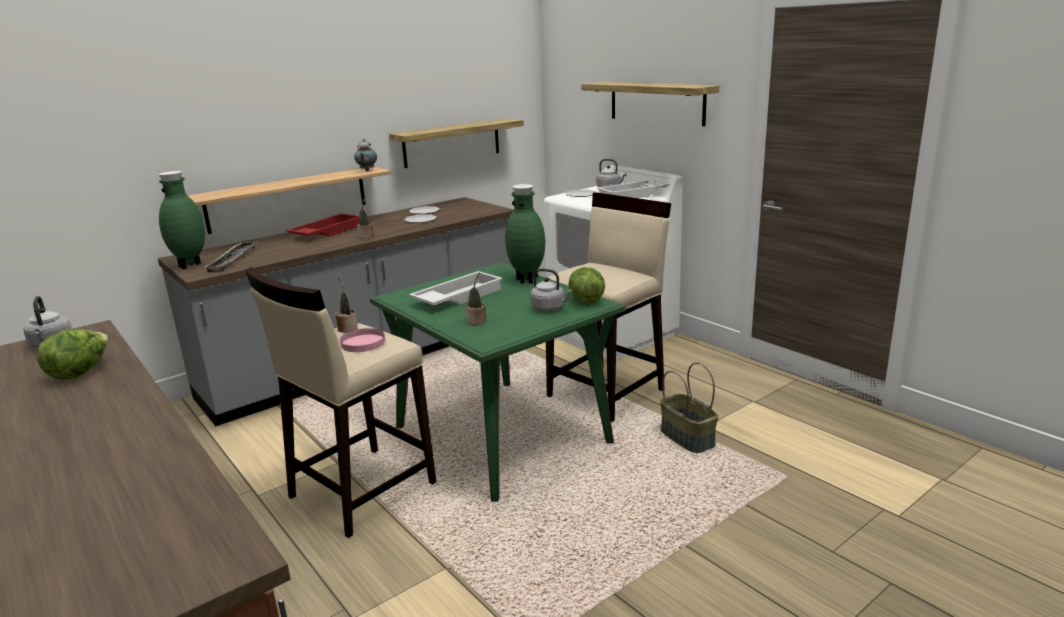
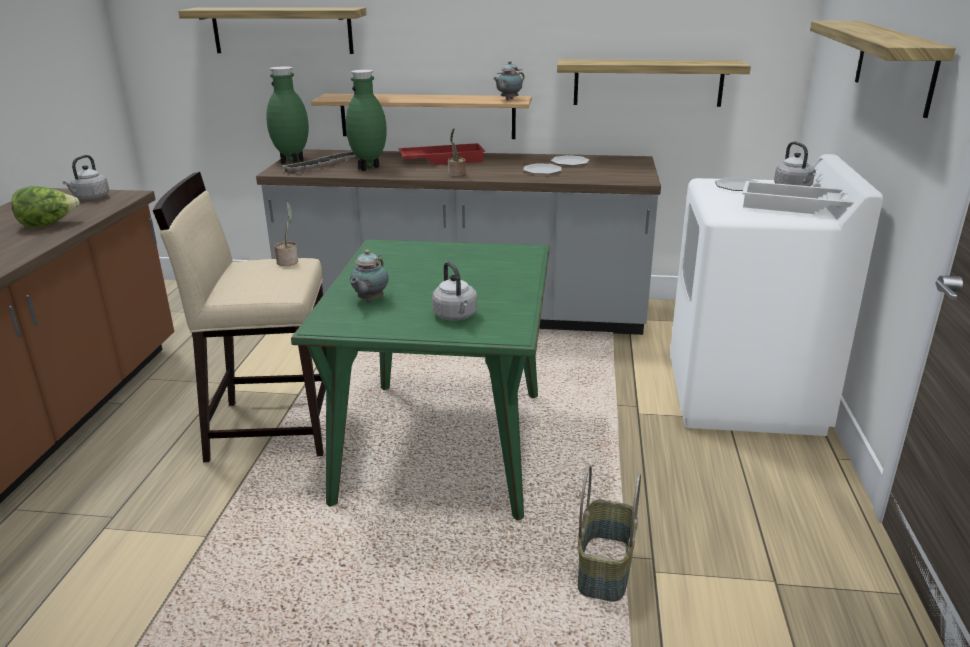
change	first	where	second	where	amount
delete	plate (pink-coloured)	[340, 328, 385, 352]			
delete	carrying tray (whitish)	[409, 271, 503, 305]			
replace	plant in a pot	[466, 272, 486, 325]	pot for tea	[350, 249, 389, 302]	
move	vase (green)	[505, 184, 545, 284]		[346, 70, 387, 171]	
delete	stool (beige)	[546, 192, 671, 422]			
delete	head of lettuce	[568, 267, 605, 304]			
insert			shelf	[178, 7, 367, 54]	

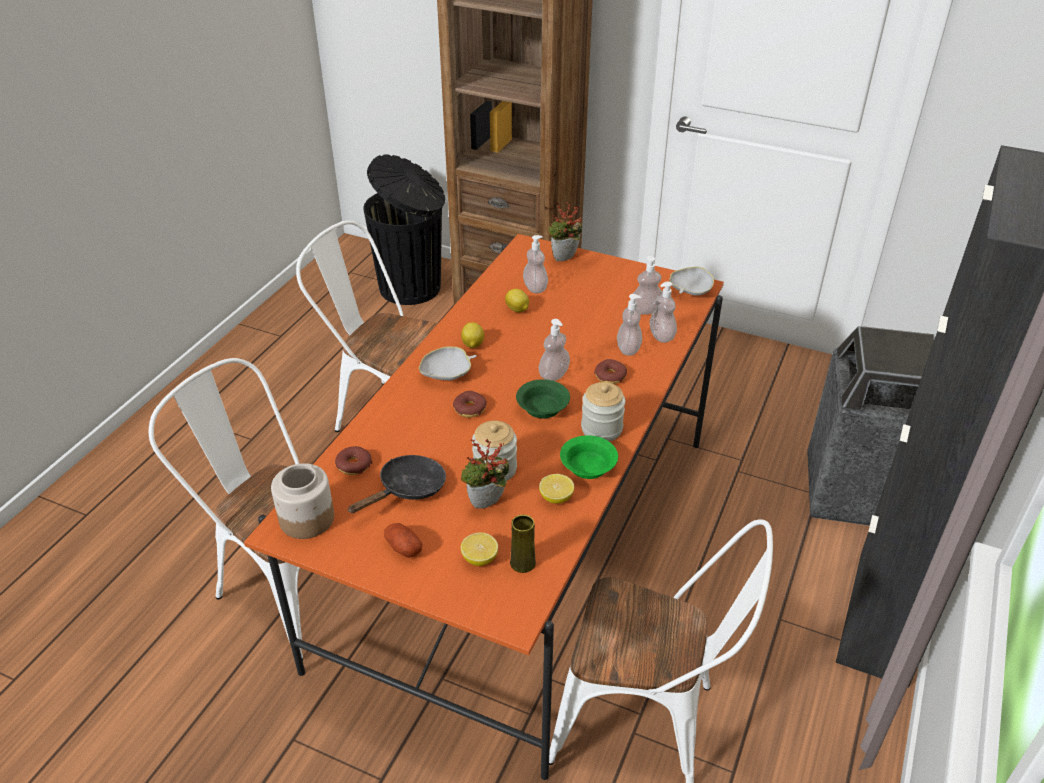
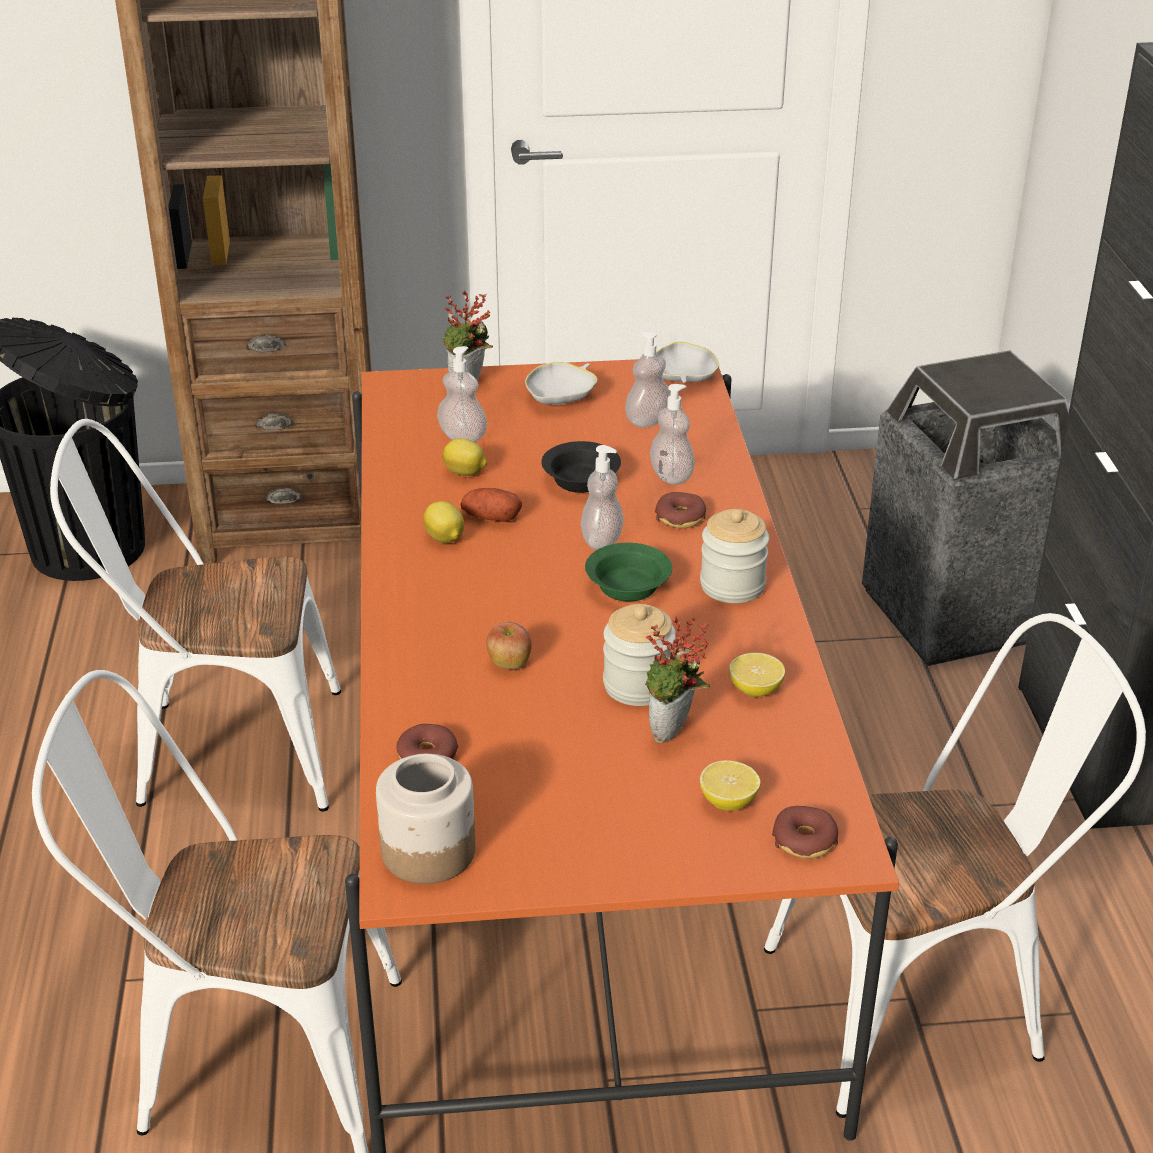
change	first	where	second	where	amount
delete	skillet (black-coloured)	[347, 455, 446, 513]			
move	potato	[384, 523, 422, 558]		[461, 488, 522, 522]	
move	bowl (whitish)	[419, 347, 477, 380]		[525, 362, 597, 405]	
move	doughnut	[453, 391, 487, 418]		[772, 806, 838, 859]	
delete	vase (yellow-coloured)	[510, 515, 536, 573]			
delete	bowl (green)	[560, 435, 618, 479]			
delete	soap dispenser	[650, 282, 677, 343]			
insert			apple	[486, 622, 532, 669]	
insert			bowl (black-coloured)	[541, 441, 621, 493]	

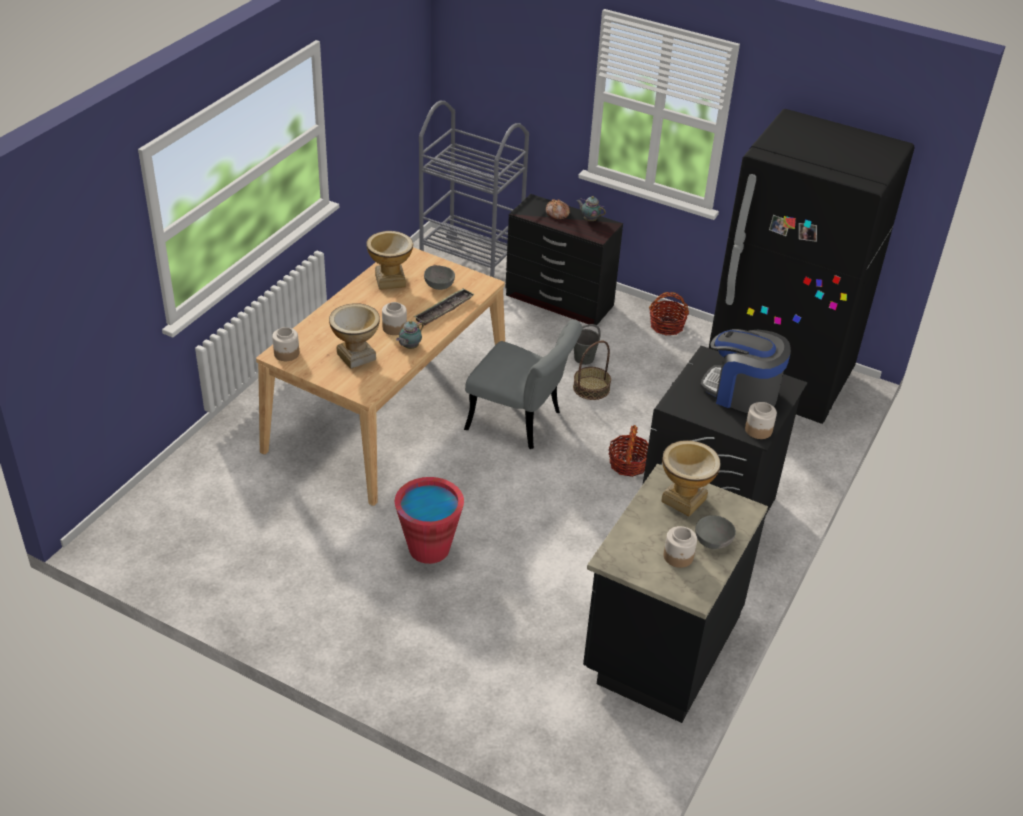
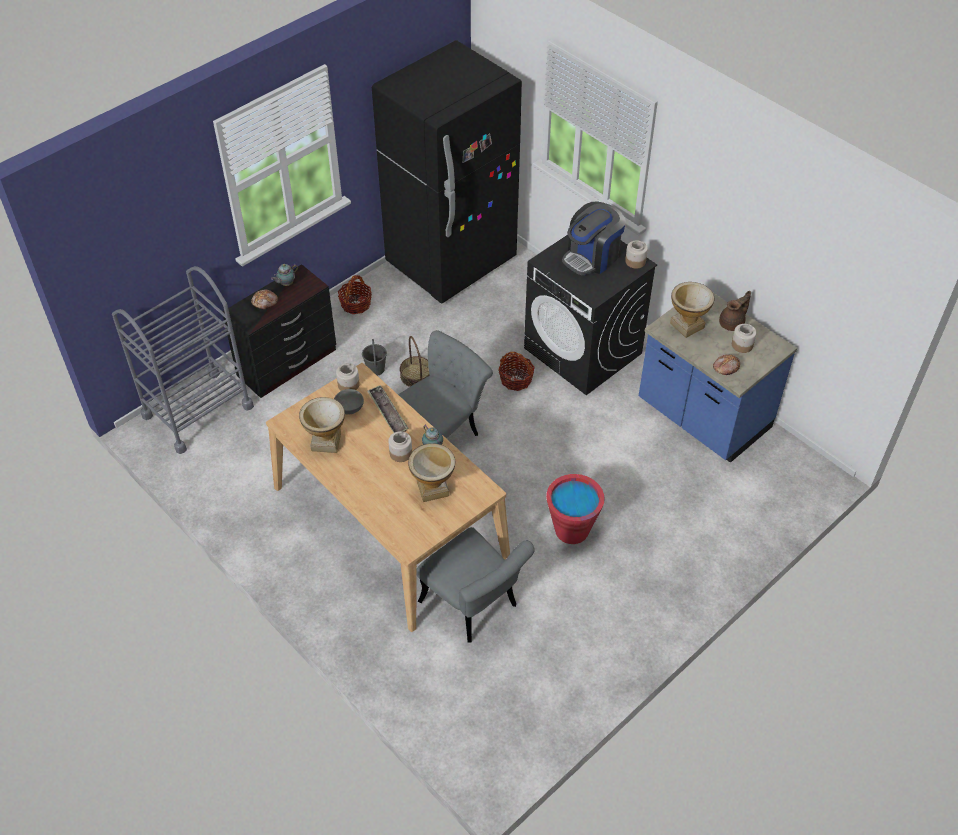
change	first	where	second	where	amount
move	preserve jar	[272, 327, 299, 361]		[336, 363, 360, 391]	
recolor	kitchen counter (black-coloured)	[583, 464, 768, 723]	kitchen counter (bluish)	[639, 292, 797, 463]	
replace	bowl (gray)	[695, 515, 736, 549]	pot for tea (brown-coloured)	[719, 291, 751, 331]	
insert			upright chair (gray)	[417, 527, 535, 643]	
insert			baked bread	[713, 354, 740, 375]	

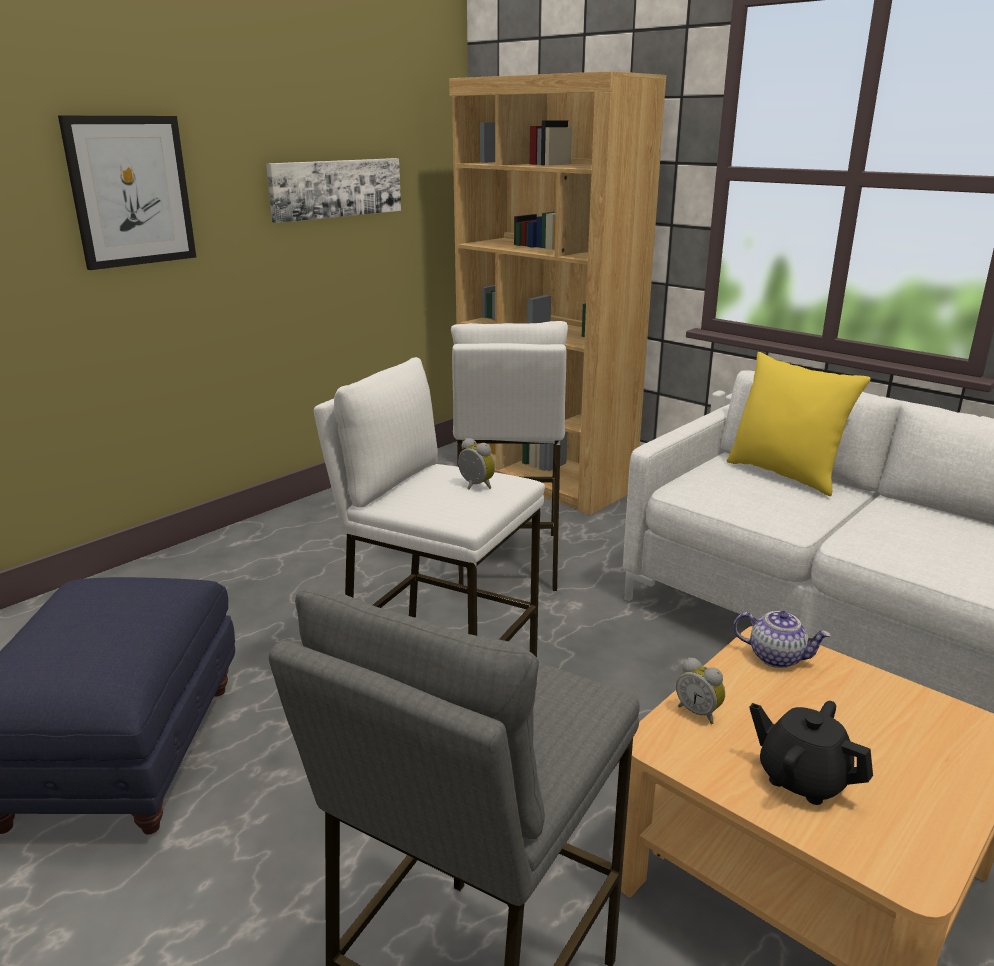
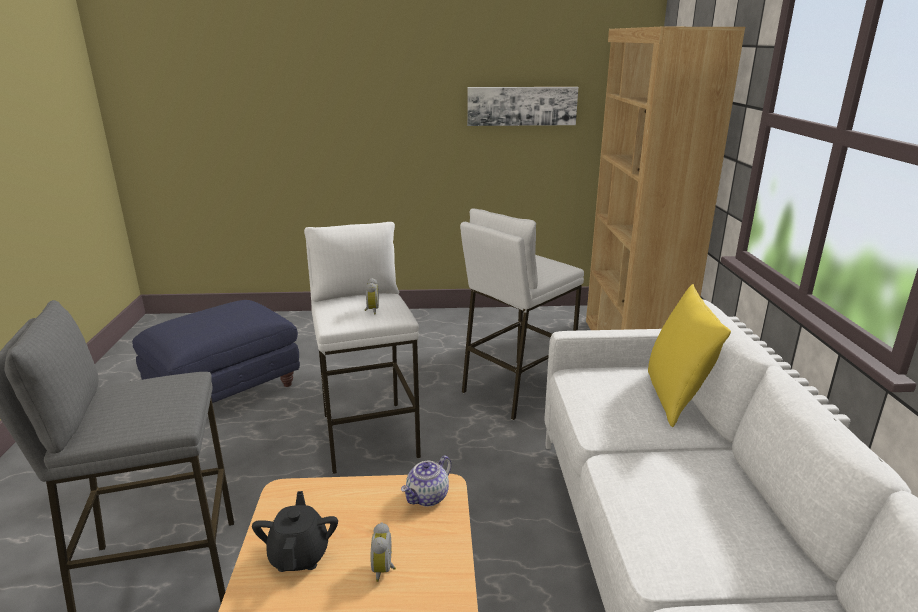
change	first	where	second	where	amount
delete	picture	[58, 116, 196, 270]			
move	bedside clock	[676, 658, 725, 724]		[371, 522, 396, 582]	
rotate	pot for tea	[733, 611, 831, 668]		[401, 456, 452, 507]	60 degrees clockwise

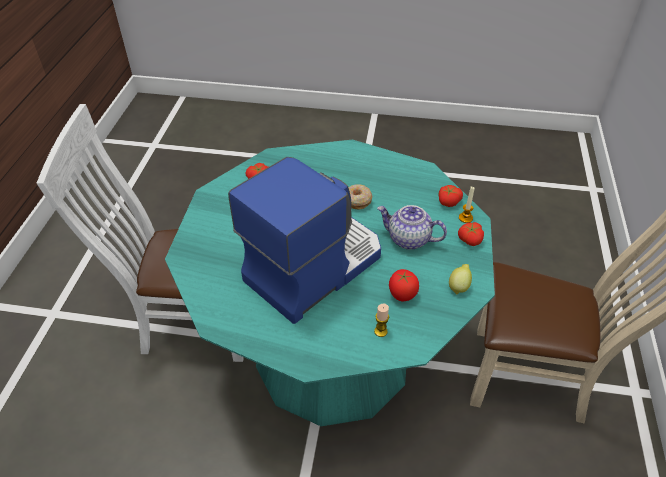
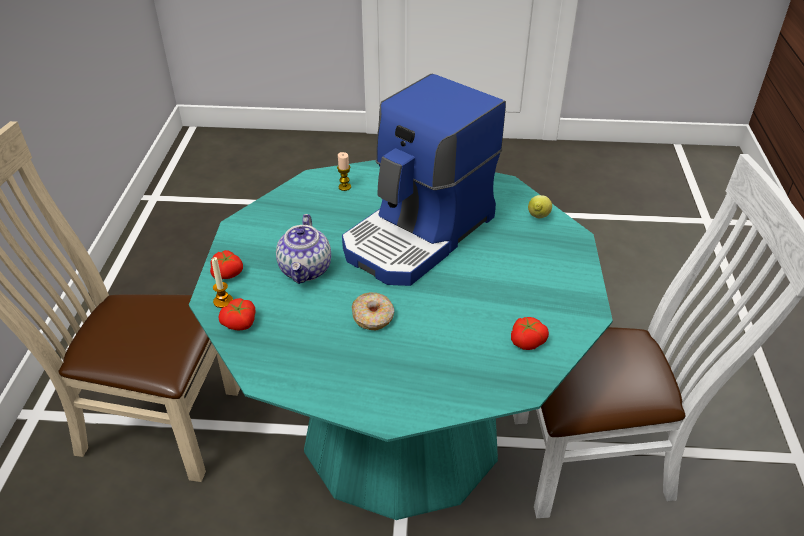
change	first	where	second	where	amount
rotate	pot for tea	[377, 205, 447, 250]		[276, 214, 331, 284]	75 degrees clockwise
delete	whole tomato	[389, 269, 419, 301]			
move	lemon	[449, 264, 472, 295]		[528, 195, 552, 218]	

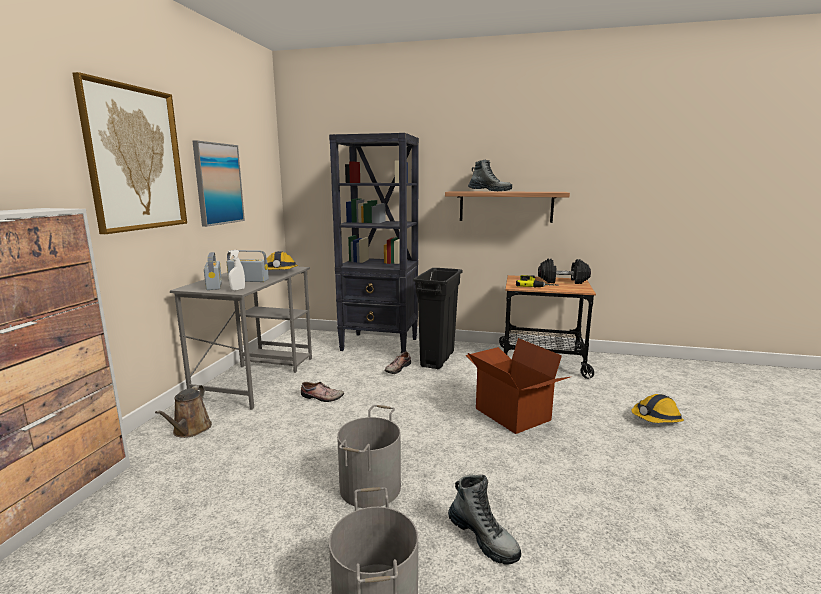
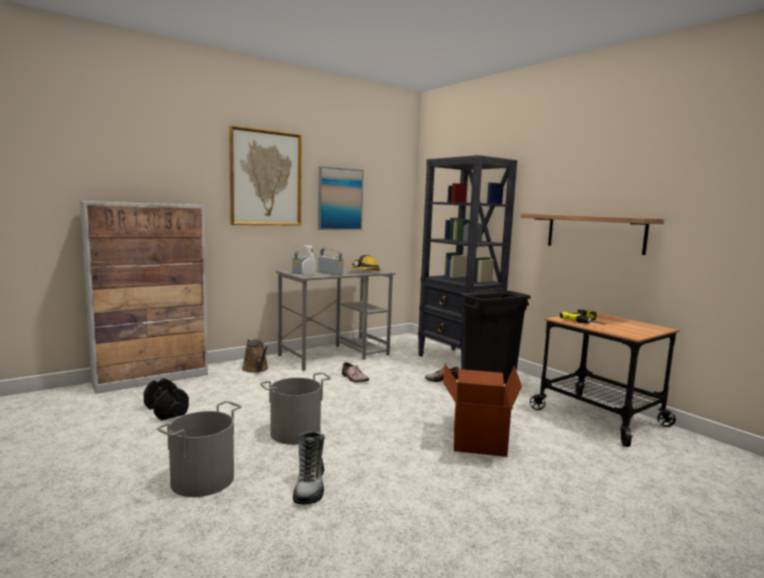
change	first	where	second	where	amount
rotate	watering pot (brown-coloured)	[155, 385, 212, 438]		[242, 339, 268, 373]	75 degrees counterclockwise
delete	high-top boot	[468, 160, 512, 191]			
move	free weight (black-coloured)	[538, 259, 591, 284]		[144, 378, 189, 420]	
delete	work helmet	[631, 394, 684, 423]			

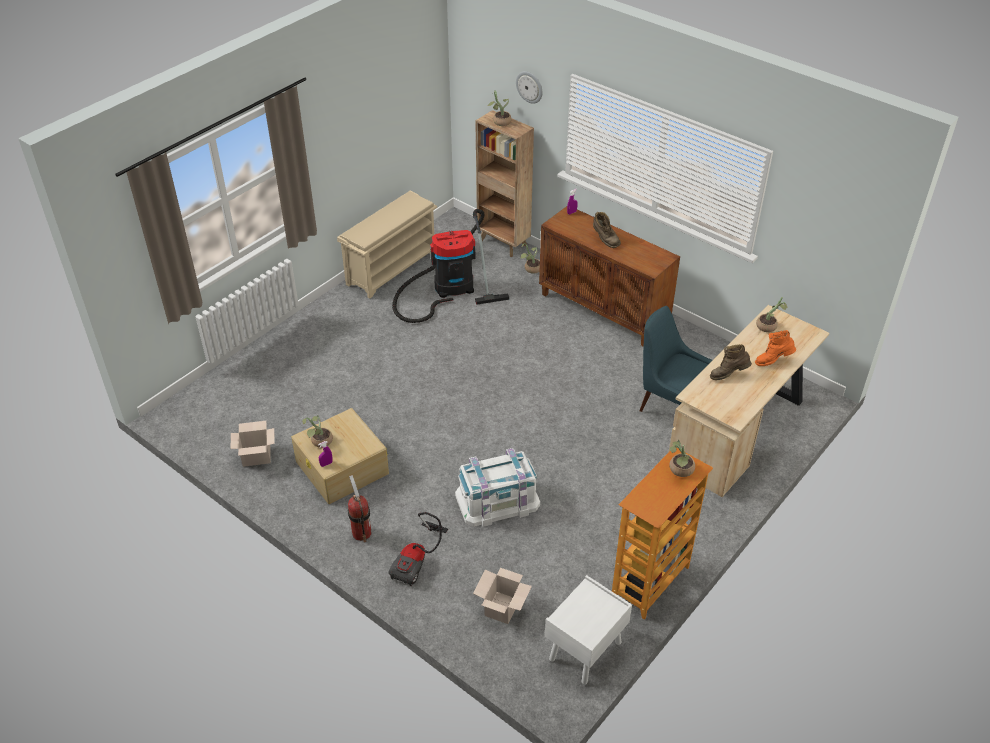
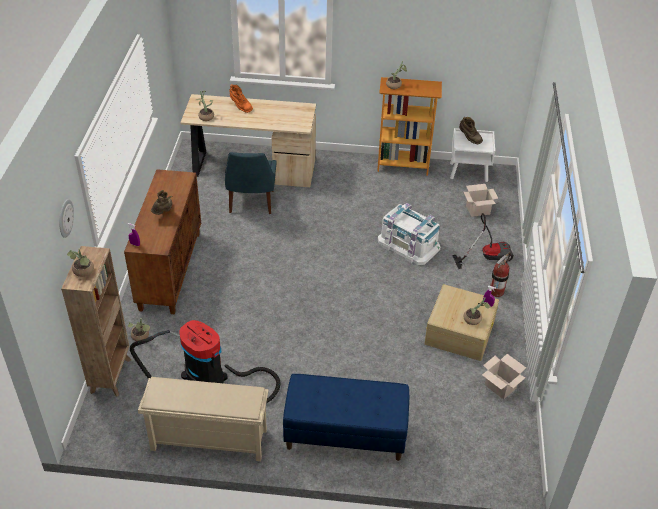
change	first	where	second	where	amount
move	high-top boot (brown-coloured)	[710, 344, 752, 380]		[459, 117, 483, 144]	
insert			indoor bench (bluish)	[283, 374, 409, 461]	

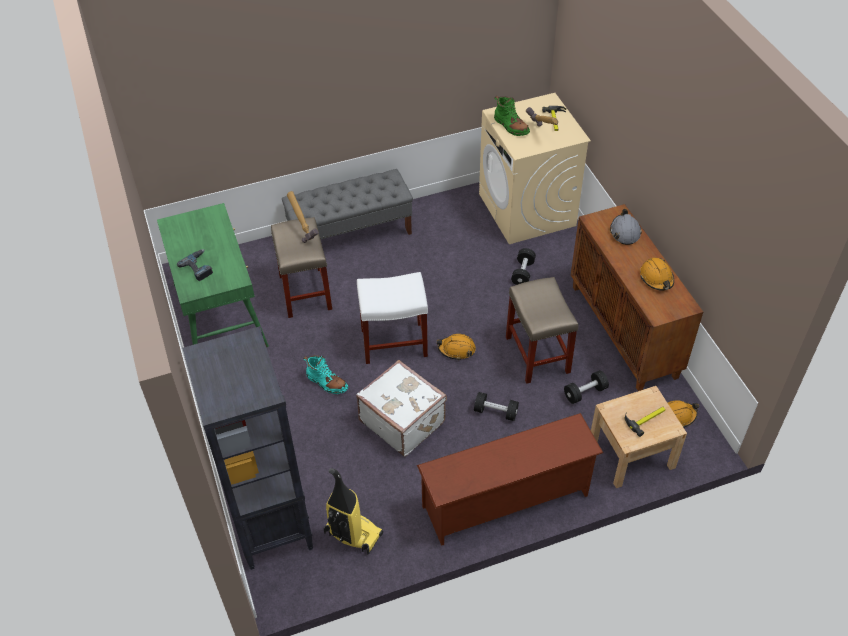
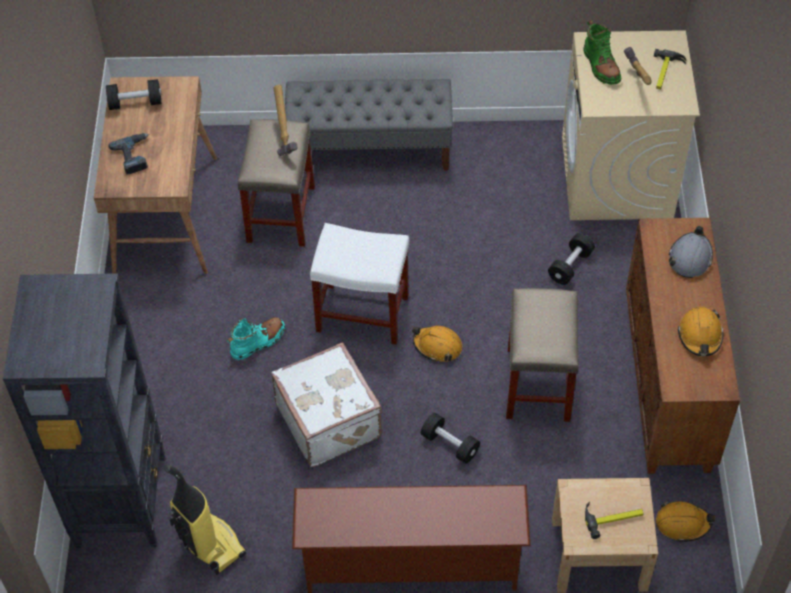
change	first	where	second	where	amount
recolor	desk table (green)	[157, 203, 269, 347]	desk table (brown-coloured)	[94, 76, 217, 274]	
rotate	high-top boot (turquoise)	[303, 355, 348, 394]		[227, 317, 285, 360]	90 degrees counterclockwise
move	free weight (black-coloured)	[564, 370, 609, 404]		[106, 79, 161, 110]	

